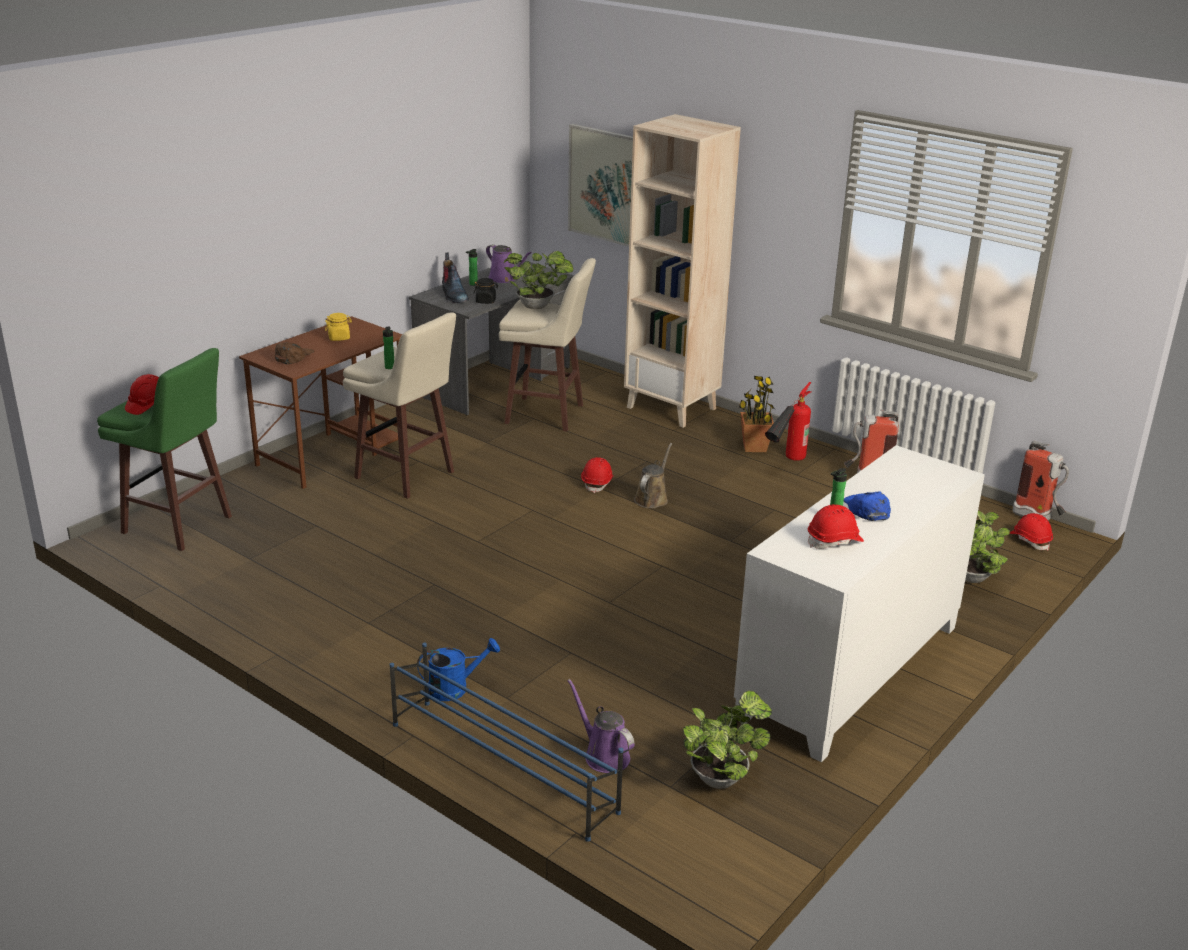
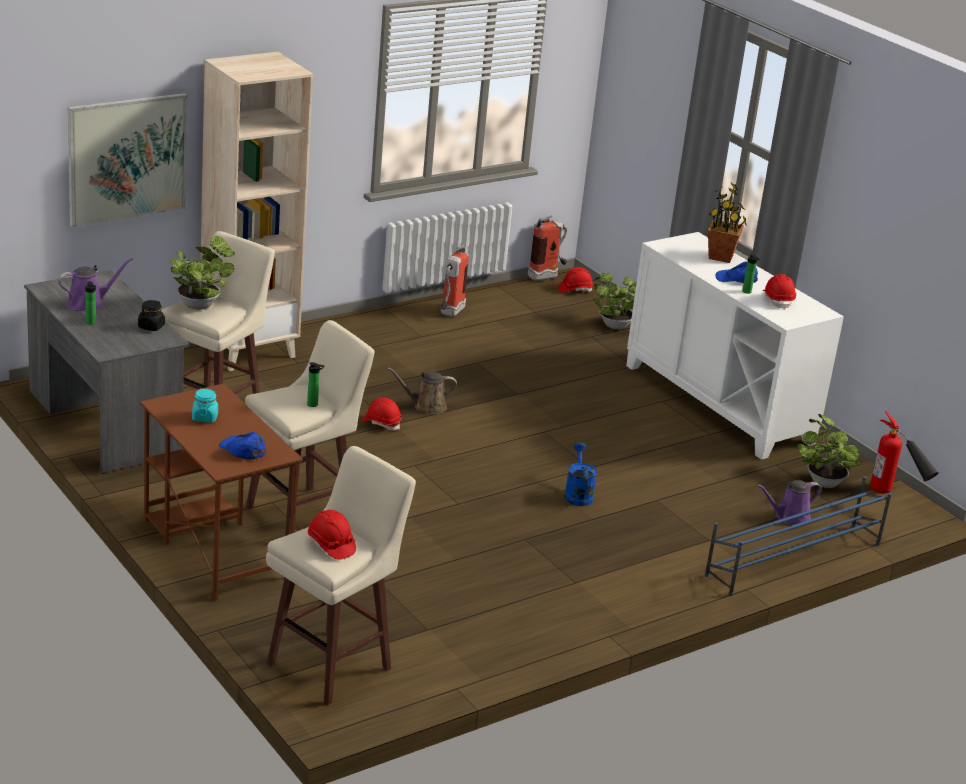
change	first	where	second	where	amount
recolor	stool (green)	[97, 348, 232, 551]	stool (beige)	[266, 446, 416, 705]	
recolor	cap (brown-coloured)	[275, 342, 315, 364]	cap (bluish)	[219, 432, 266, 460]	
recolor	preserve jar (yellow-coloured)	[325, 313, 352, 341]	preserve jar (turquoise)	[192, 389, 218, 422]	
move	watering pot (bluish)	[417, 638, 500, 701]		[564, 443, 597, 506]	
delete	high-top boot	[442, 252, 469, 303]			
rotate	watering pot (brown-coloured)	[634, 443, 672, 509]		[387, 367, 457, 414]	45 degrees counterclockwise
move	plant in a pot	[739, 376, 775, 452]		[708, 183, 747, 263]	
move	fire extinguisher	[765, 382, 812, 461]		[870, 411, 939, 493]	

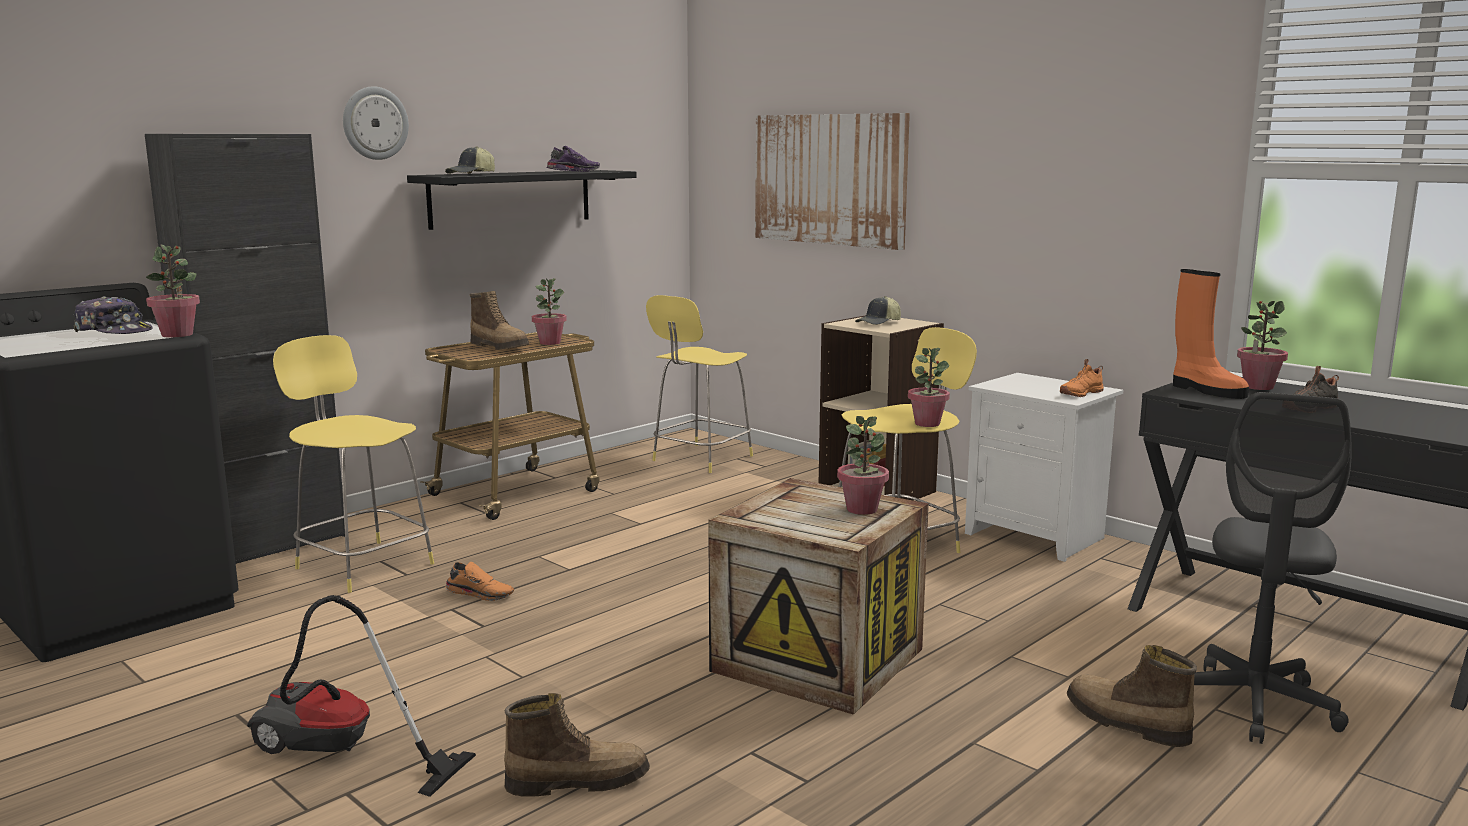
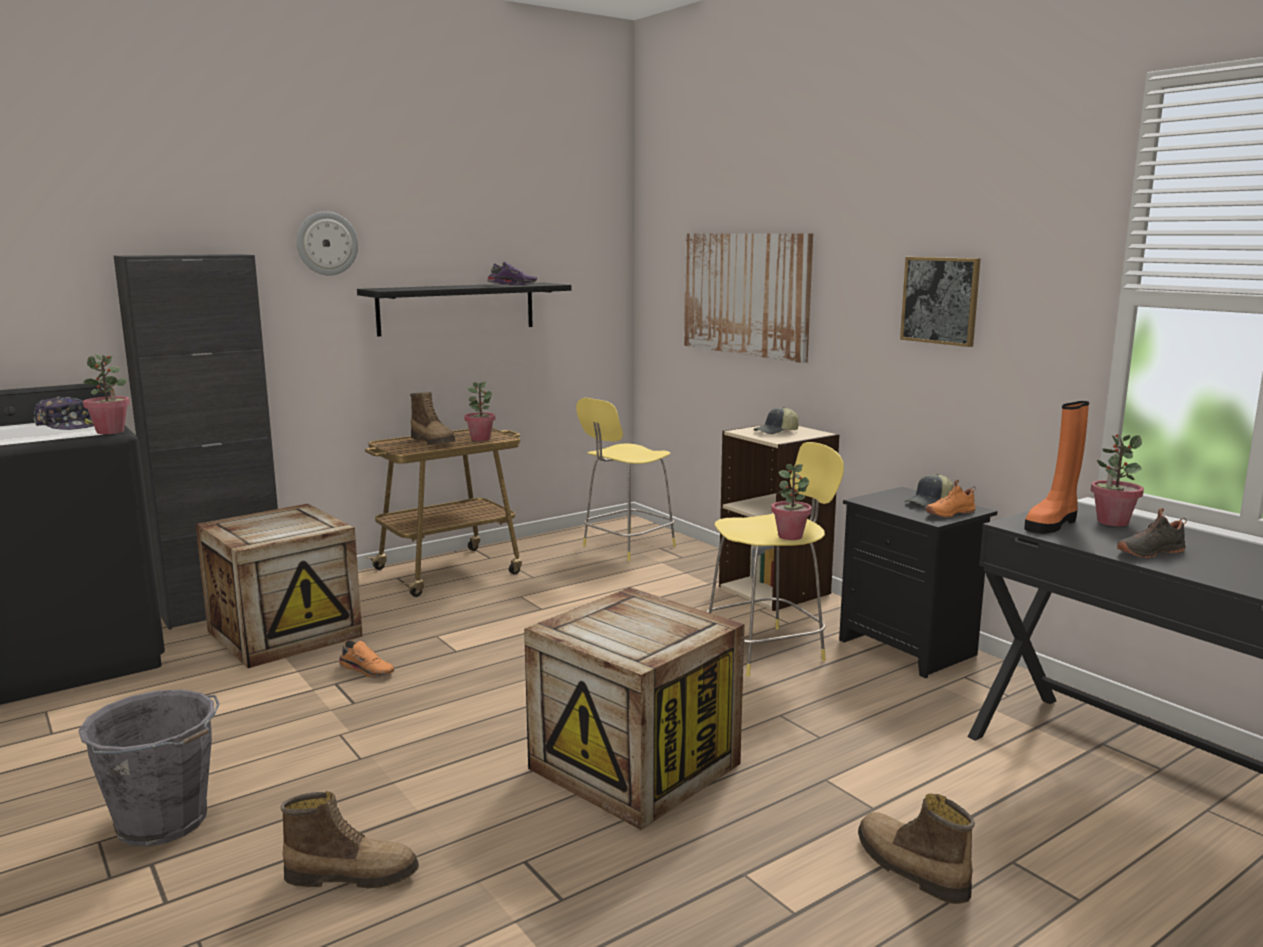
change	first	where	second	where	amount
replace	vacuum cleaner	[247, 595, 476, 797]	water bucket (gray)	[78, 689, 220, 847]	
replace	stool (yellow-coloured)	[273, 335, 434, 593]	shipping crate	[196, 504, 363, 668]	
move	cap	[445, 146, 495, 174]		[905, 474, 954, 507]	
delete	plant in a pot	[837, 416, 889, 515]			
recolor	night table (whitish)	[965, 373, 1123, 562]	night table (black-coloured)	[839, 487, 997, 678]	
rotate	high-top boot (orange)	[1173, 269, 1249, 399]		[1024, 401, 1089, 534]	75 degrees clockwise
delete	office chair (gray)	[1194, 392, 1352, 744]			
insert			picture	[900, 257, 981, 347]	

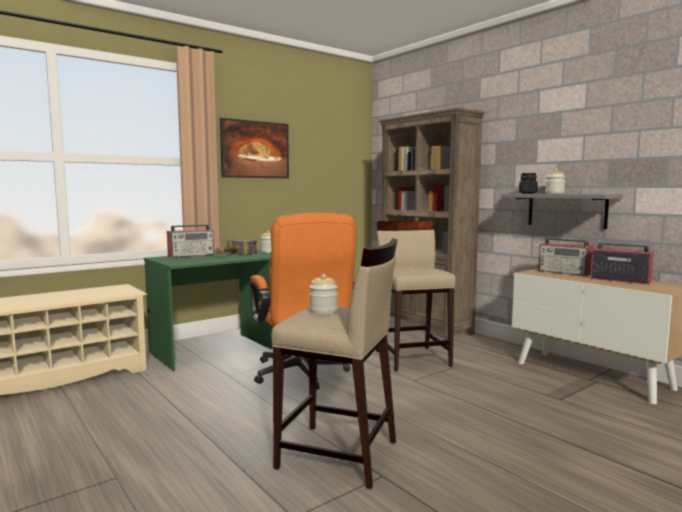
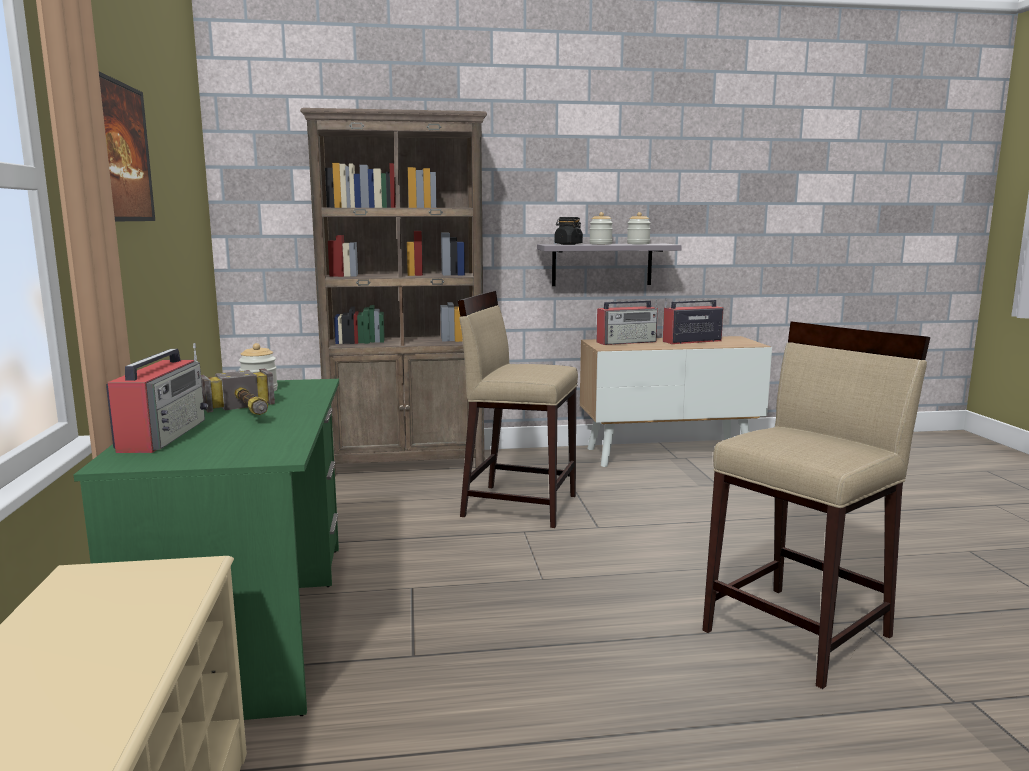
change	first	where	second	where	amount
delete	office chair (orange)	[250, 213, 356, 390]			
move	preserve jar	[310, 274, 338, 314]		[627, 212, 651, 244]	

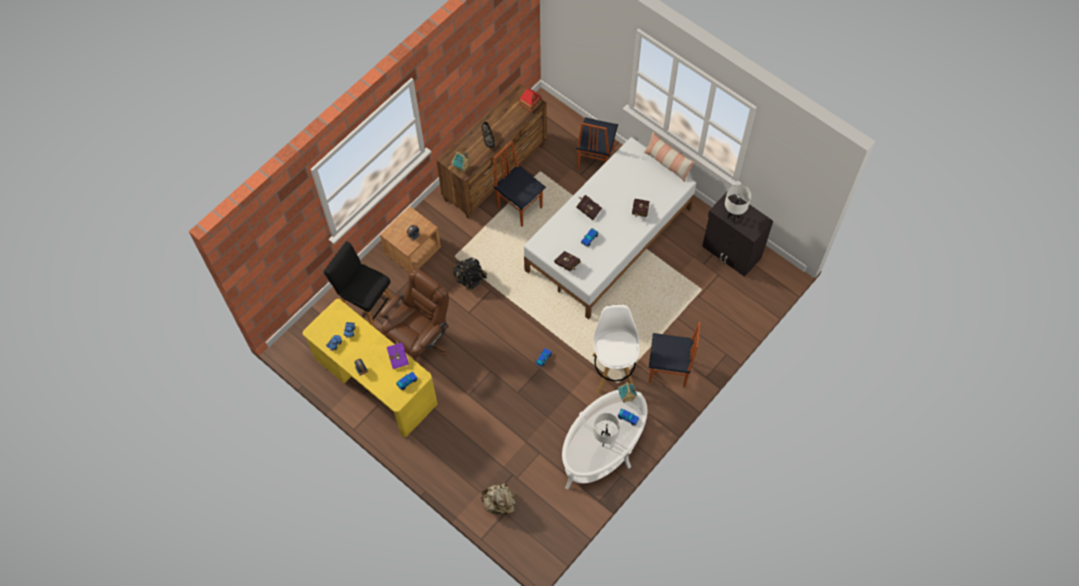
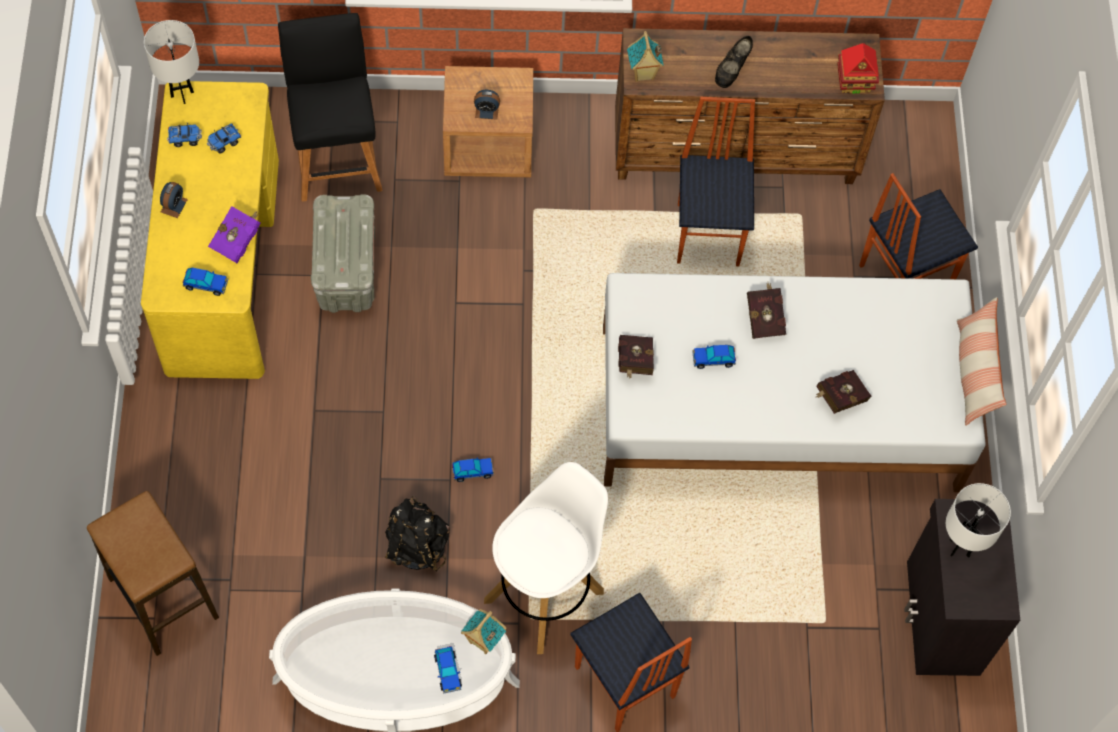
change	first	where	second	where	amount
replace	office chair (brown-coloured)	[380, 267, 449, 361]	storage bin (gray)	[311, 194, 375, 313]	
move	rucksack (black-coloured)	[453, 257, 487, 290]		[385, 496, 450, 572]	
replace	rucksack (beige)	[481, 483, 516, 515]	stool	[87, 491, 219, 656]	
move	tabletop lamp (whitish)	[594, 413, 620, 447]		[144, 20, 199, 104]	

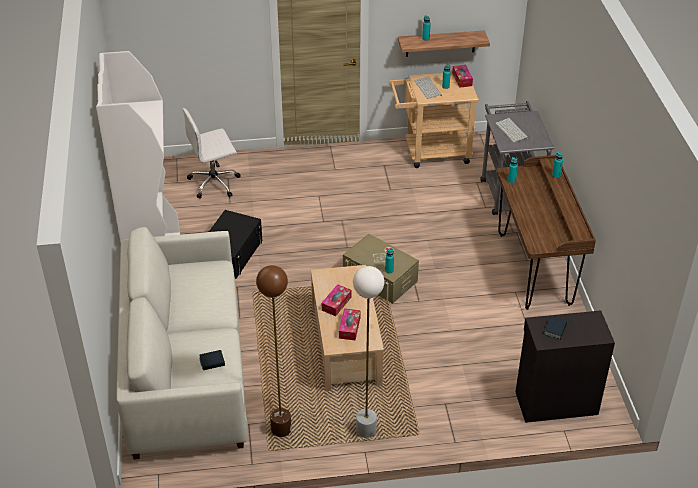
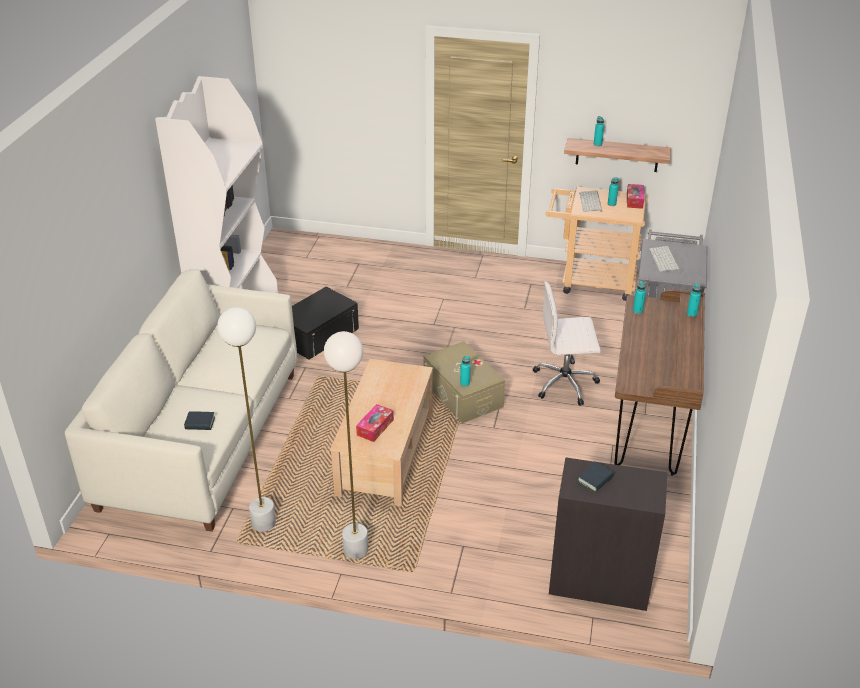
change	first	where	second	where	amount
move	office chair (whitish)	[182, 108, 240, 199]		[533, 281, 601, 406]	
recolor	standing lamp (brown-coloured)	[256, 265, 291, 437]	standing lamp (whitish)	[217, 307, 276, 532]	
delete	tissue holder	[322, 284, 352, 316]			

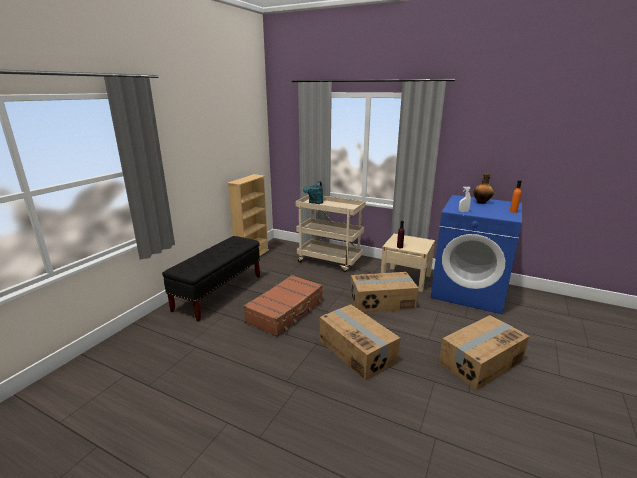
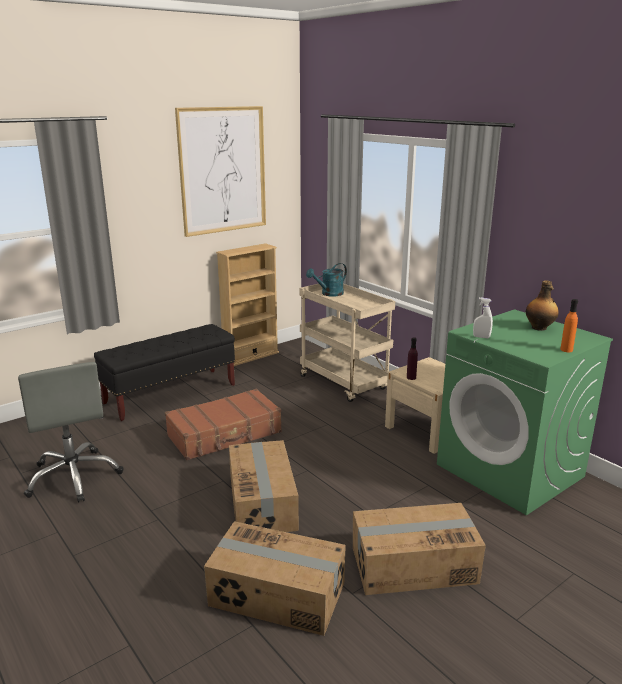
change	first	where	second	where	amount
move	cardboard box	[351, 272, 418, 313]		[204, 521, 346, 636]	
recolor	laundry appliance (bluish)	[431, 195, 522, 314]	laundry appliance (green)	[437, 309, 613, 515]	
insert			office chair (gray)	[18, 362, 124, 503]	
insert			picture	[175, 106, 266, 237]	

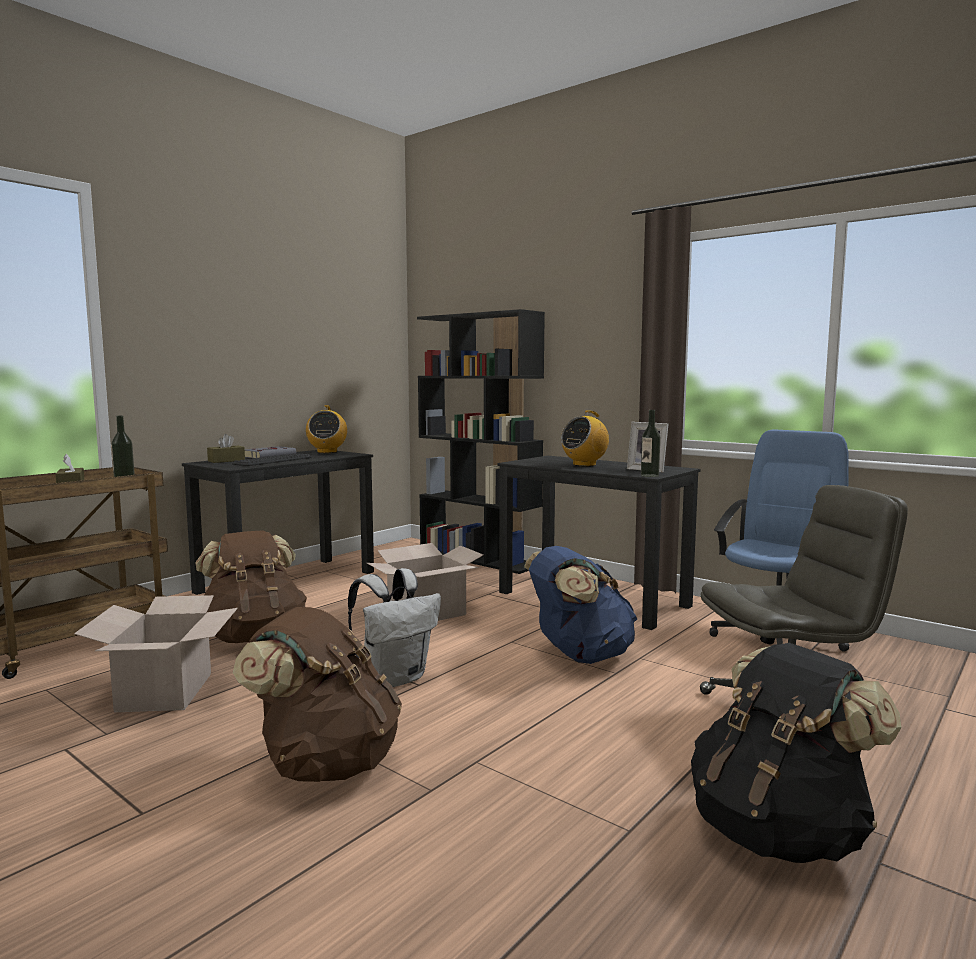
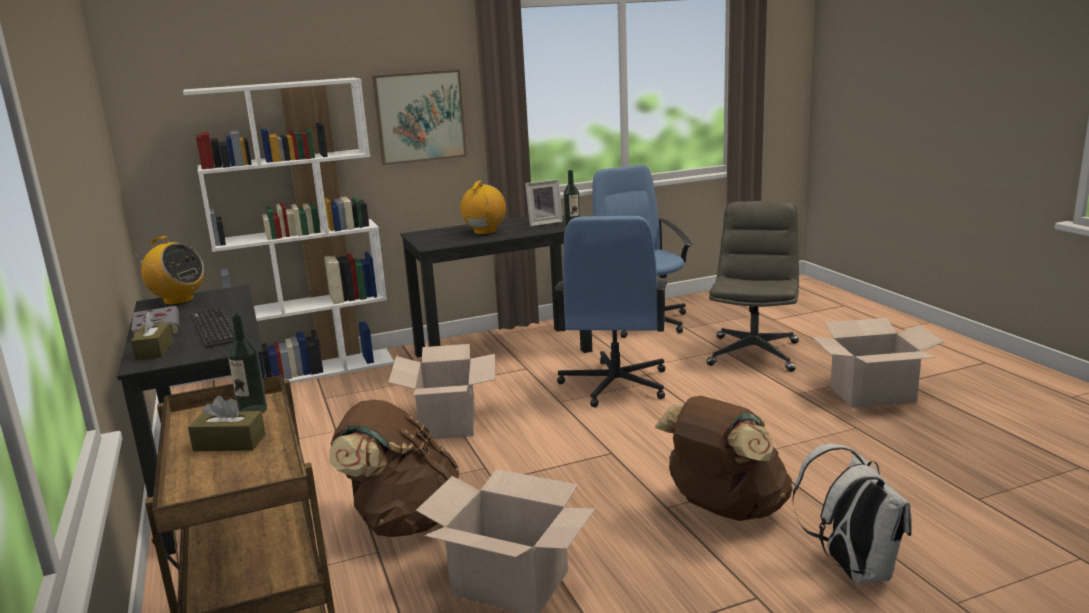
change	first	where	second	where	amount
move	rucksack (whitish)	[348, 568, 441, 687]		[792, 444, 912, 584]	
recolor	shelving unit (black-coloured)	[417, 309, 545, 574]	shelving unit (whitish)	[183, 77, 394, 384]	
replace	rucksack (bluish)	[524, 546, 637, 664]	office chair (bluish)	[555, 216, 667, 407]	
rotate	radio receiver	[561, 410, 609, 466]		[460, 180, 506, 235]	150 degrees counterclockwise
replace	rucksack (black-coloured)	[691, 643, 902, 863]	cardboard box	[812, 318, 944, 408]	
insert			picture	[372, 70, 467, 165]	

